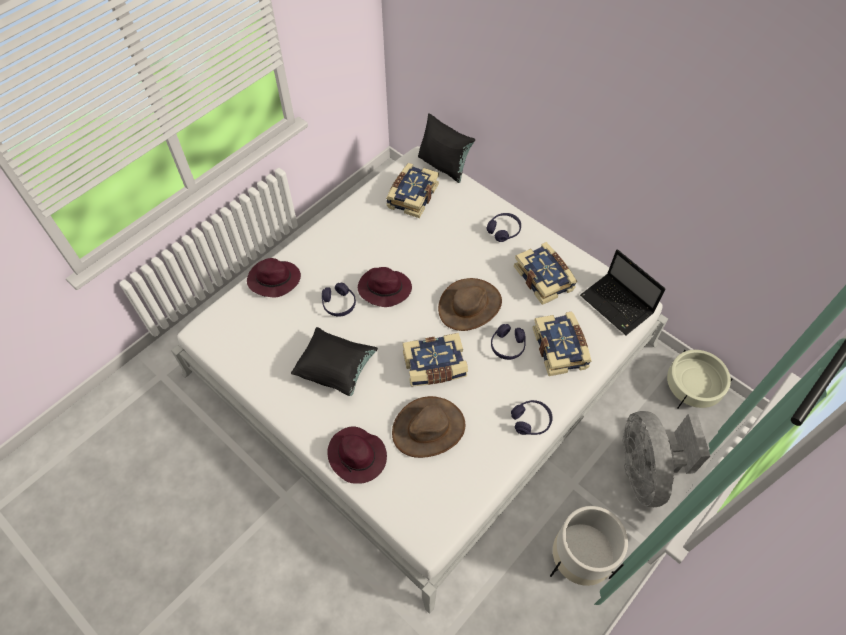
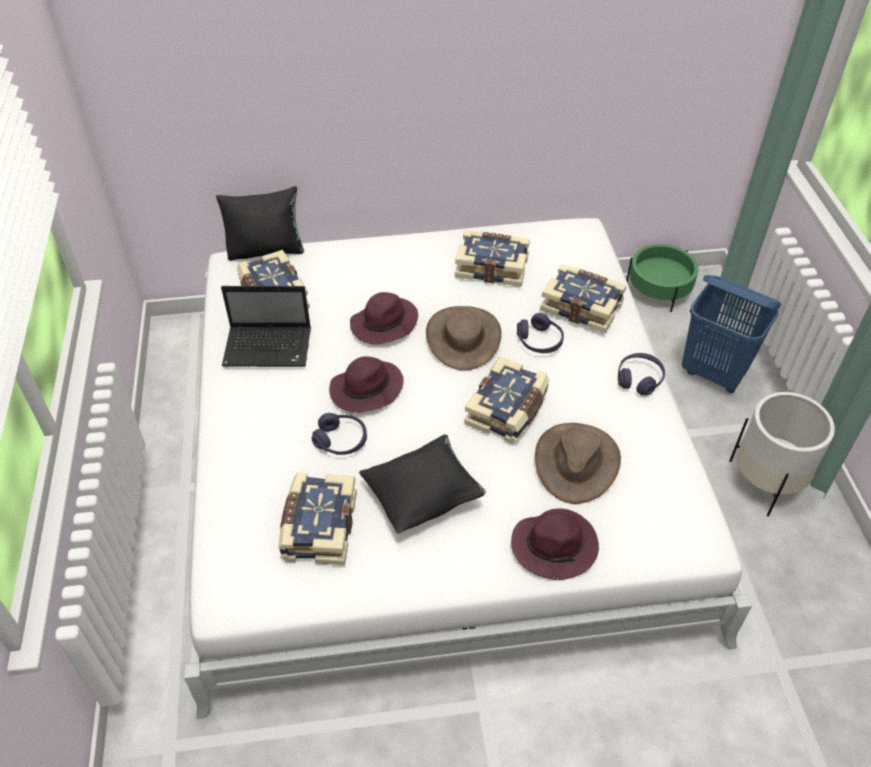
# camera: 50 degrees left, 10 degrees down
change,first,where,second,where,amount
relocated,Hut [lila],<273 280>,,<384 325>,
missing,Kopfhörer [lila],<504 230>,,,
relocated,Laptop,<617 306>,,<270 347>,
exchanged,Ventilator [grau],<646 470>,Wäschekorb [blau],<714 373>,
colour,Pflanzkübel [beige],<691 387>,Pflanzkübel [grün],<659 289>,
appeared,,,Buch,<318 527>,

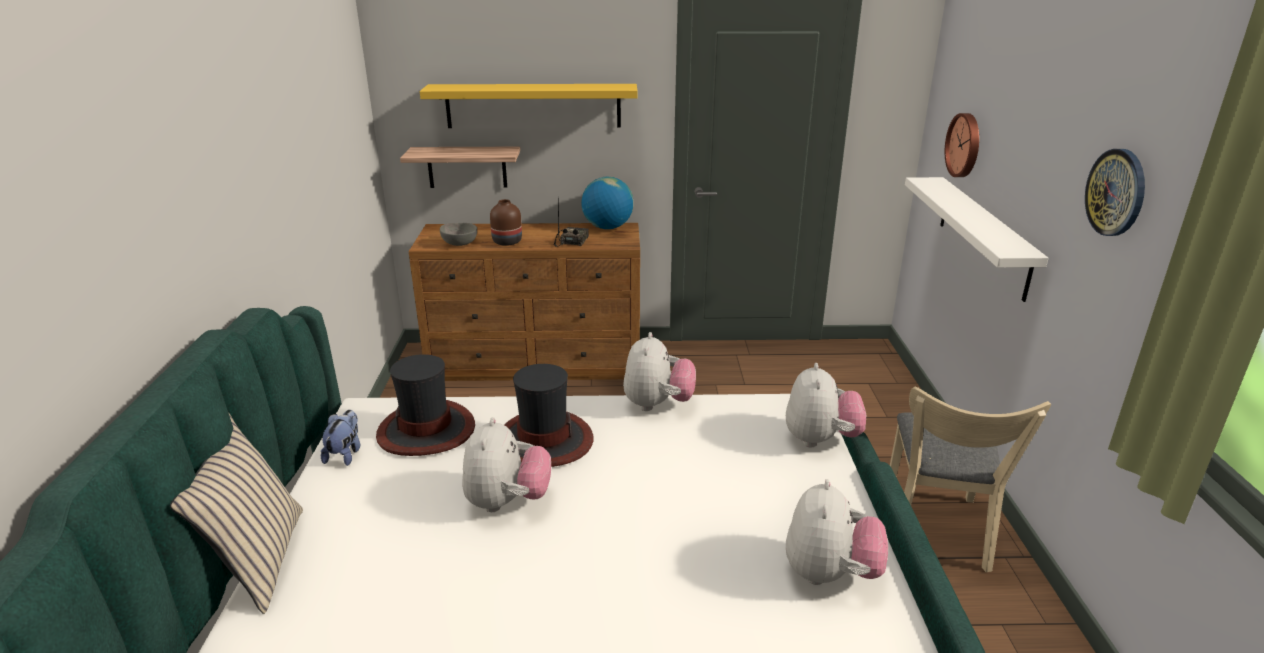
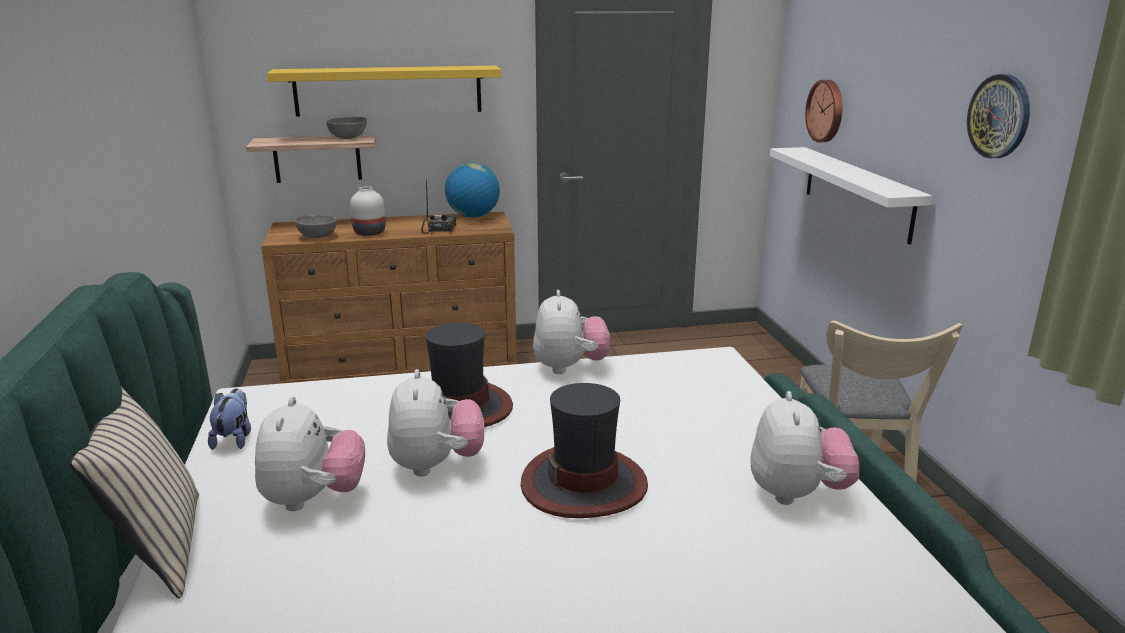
# camera: 10 degrees left, 5 degrees down
change,first,where,second,where,amount
relocated,Hut,<427 430>,,<584 484>,
colour,Vase [braun],<508 241>,Vase [weiß],<370 232>,
relocated,Plüschtier,<820 439>,,<313 499>,
appeared,,,Schüssel [grau],<349 138>,

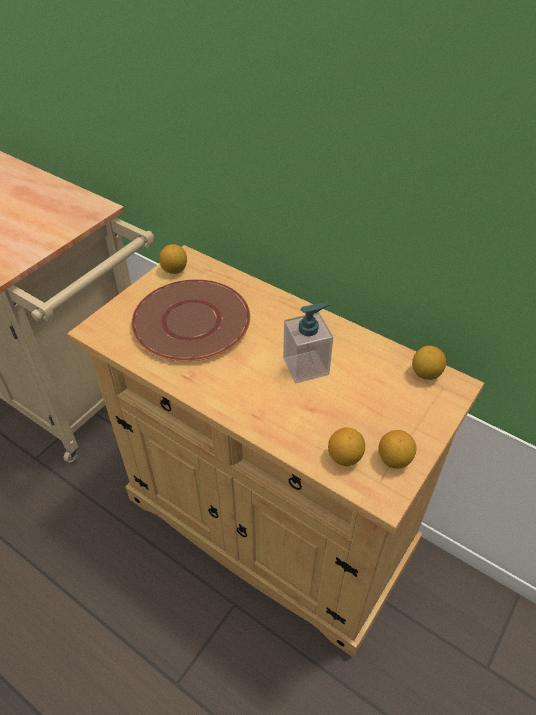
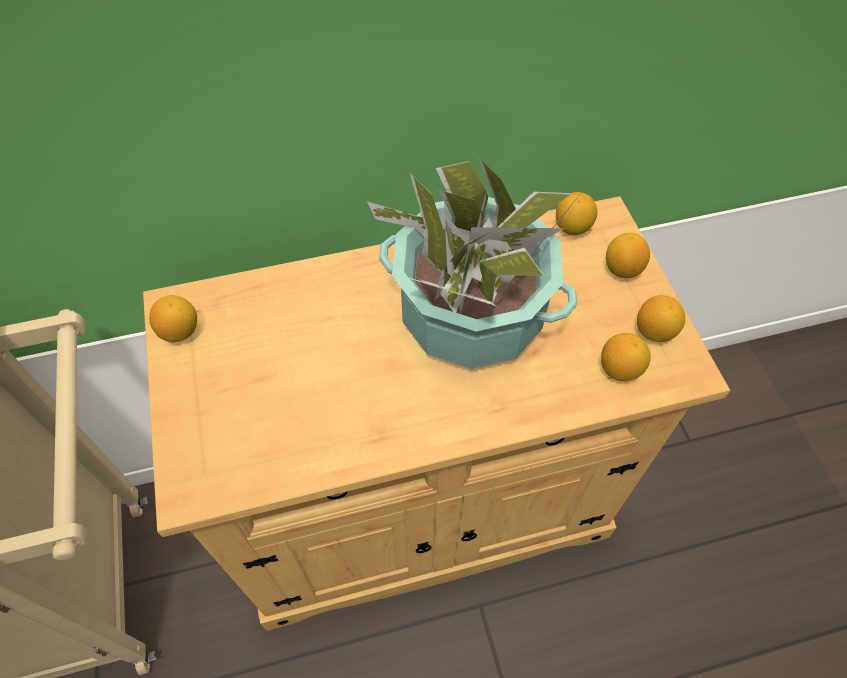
# camera: 50 degrees left, 10 degrees up
change,first,where,second,where,amount
missing,Teller [braun],<190 322>,,,
exchanged,Seifenspender,<306 366>,Topfpflanze,<471 314>,
appeared,,,Zitrone,<622 269>,

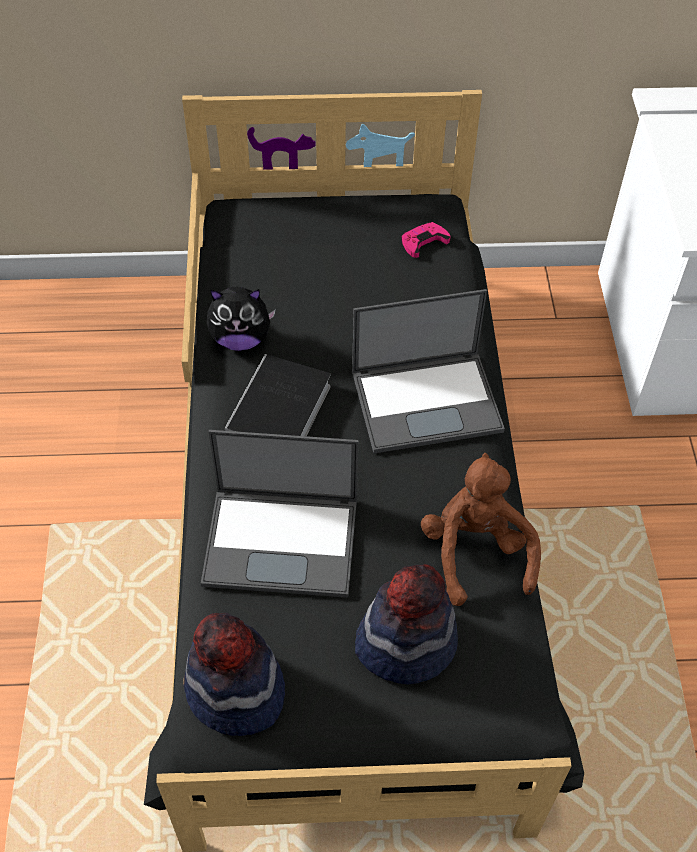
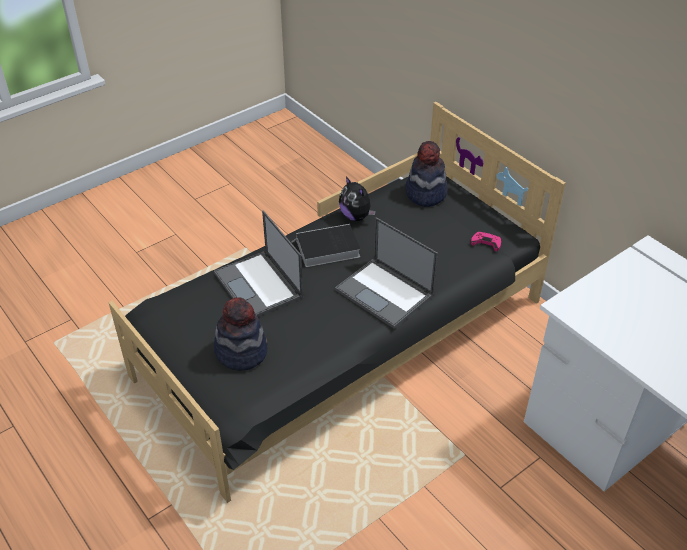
# camera: 55 degrees right, 10 degrees down
change,first,where,second,where,amount
relocated,Hut,<235 691>,,<425 193>,
missing,Plüschtier [braun],<476 552>,,,

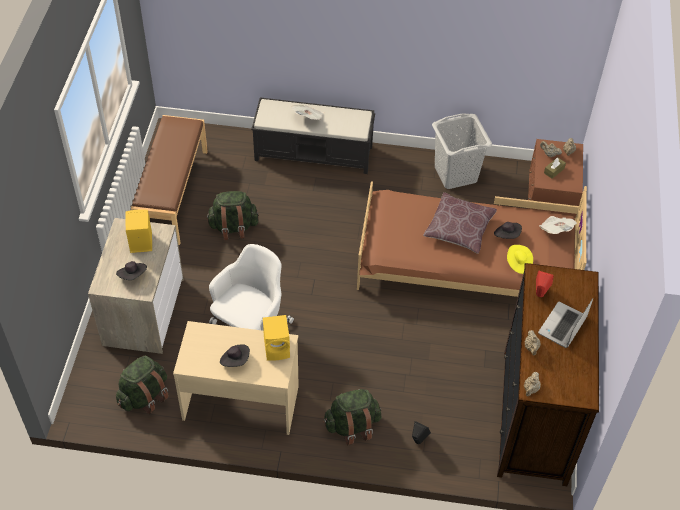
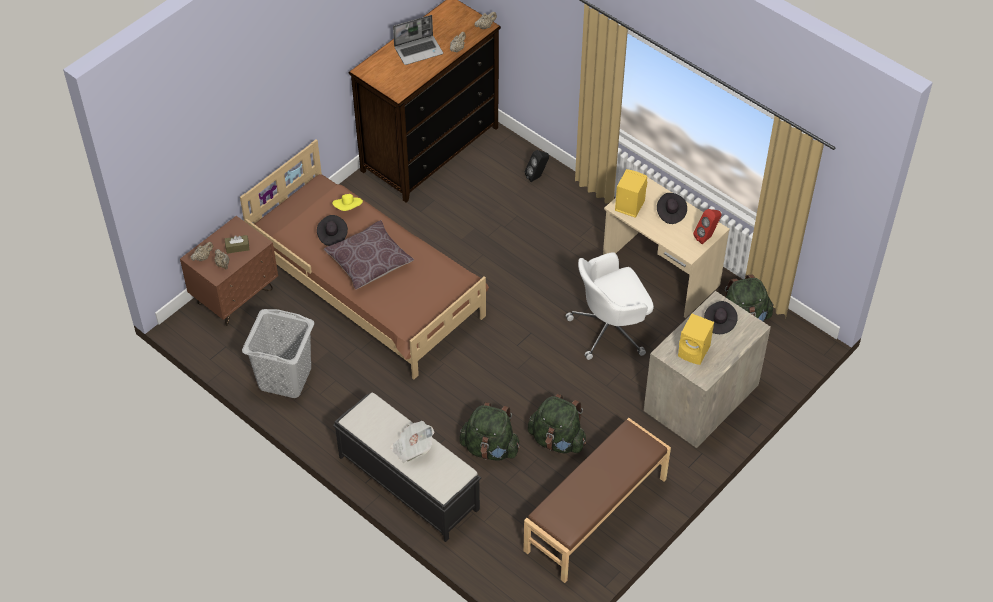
# camera: 145 degrees left, 0 degrees up
change,first,where,second,where,amount
relocated,Rucksack [grün],<352 426>,,<490 448>,
relocated,Lautsprecher [rot],<539 295>,,<706 237>,
missing,Zeitung,<556 230>,,,

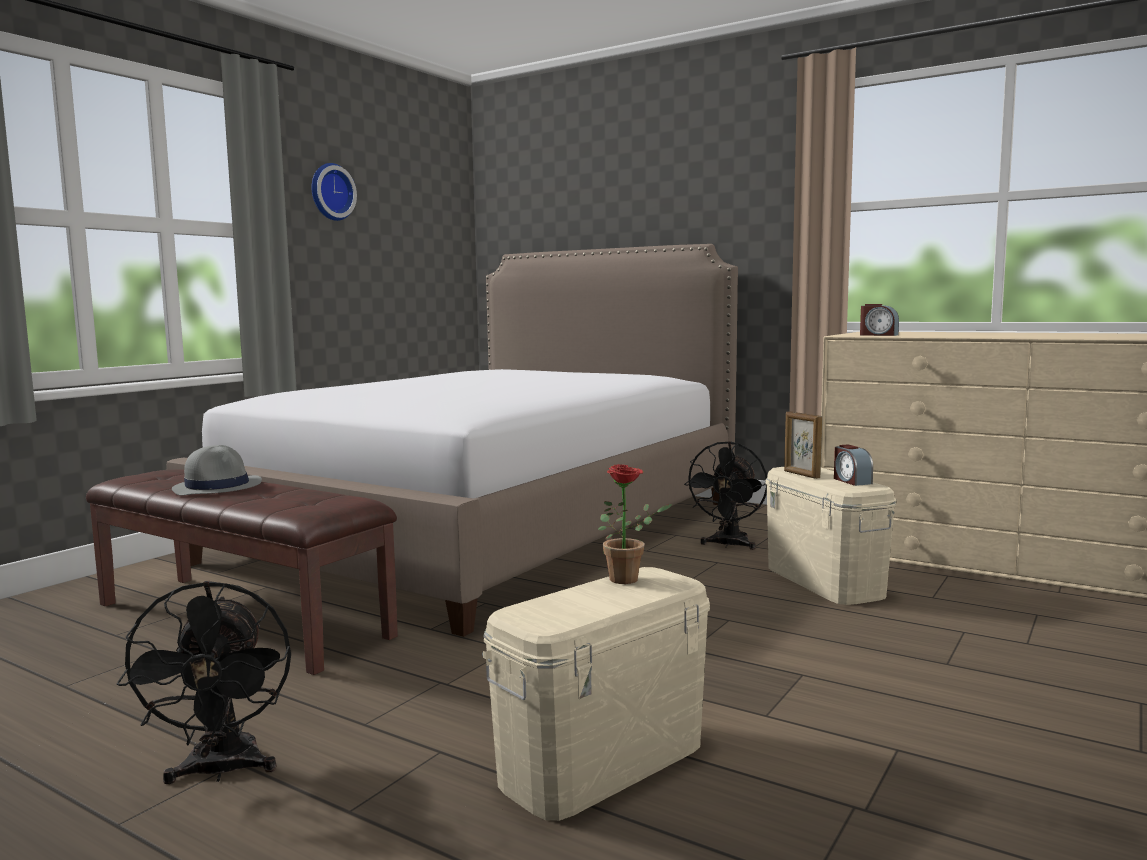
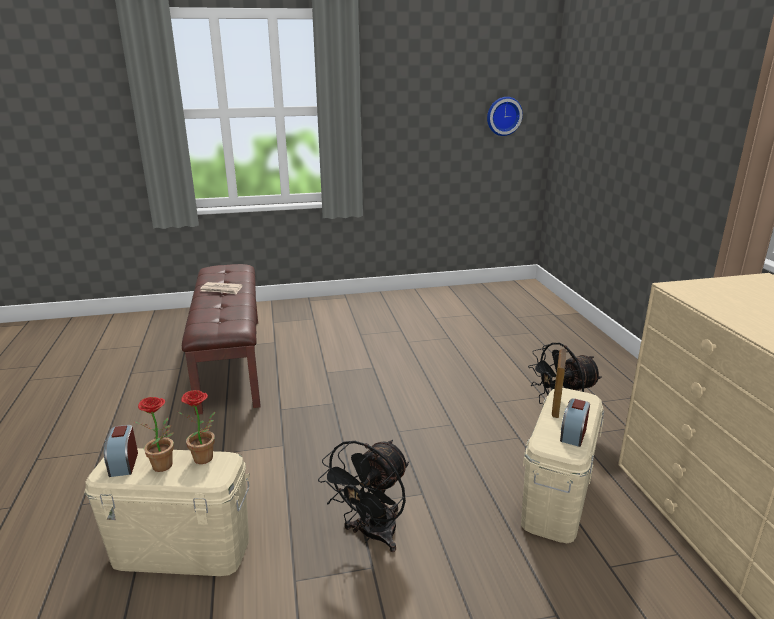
# camera: 45 degrees right, 15 degrees up
change,first,where,second,where,amount
relocated,Ventilator [schwarz],<222 771>,,<372 535>,
missing,Bett,<488 530>,,,
exchanged,Hut [grau],<218 487>,Zeitung,<221 290>,
relocated,Wanduhr,<330 192>,,<503 116>,
relocated,Wecker,<878 335>,,<123 463>,
appeared,,,Topfpflanze,<166 466>,

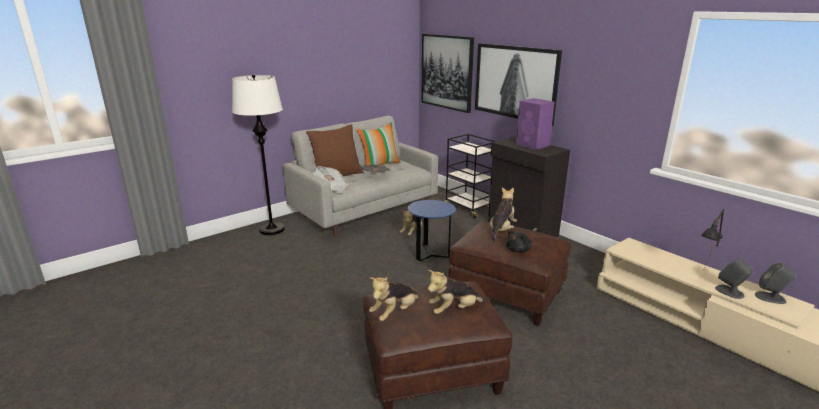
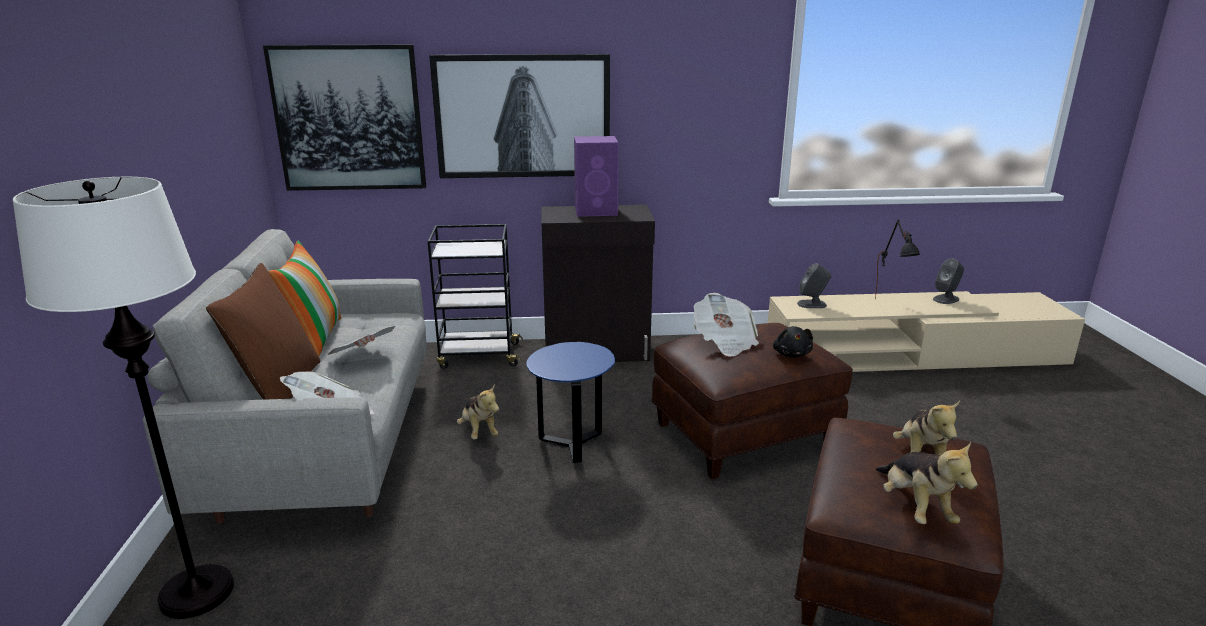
# camera: 55 degrees left, 0 degrees up
change,first,where,second,where,amount
exchanged,Plüschtier,<502 230>,Zeitung,<724 341>,
relocated,Lautsprecher [grau],<730 292>,,<812 304>,

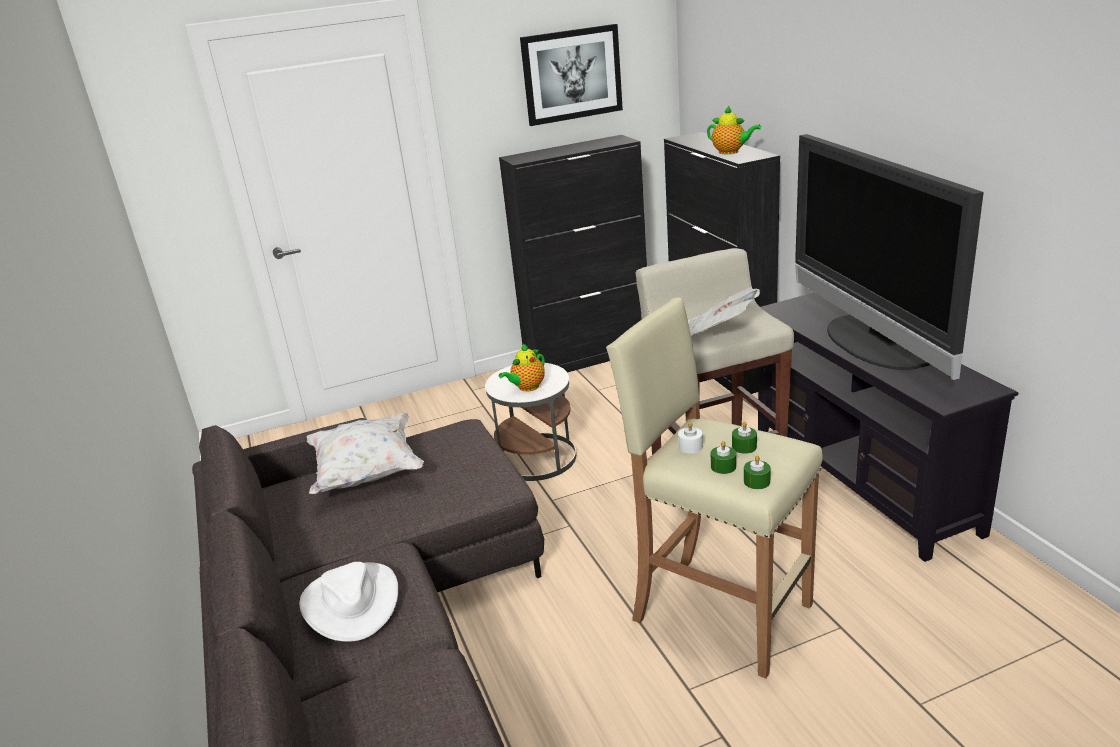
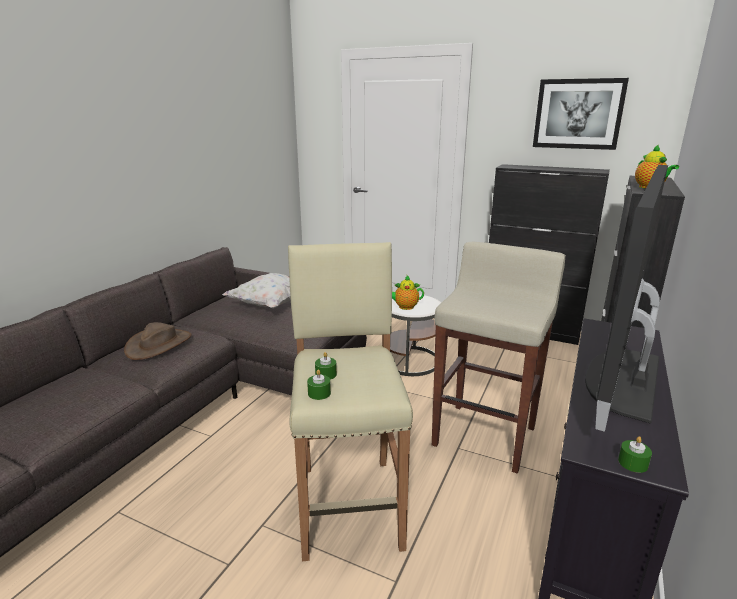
# camera: 45 degrees right, 5 degrees down
change,first,where,second,where,amount
colour,Hut [weiß],<351 602>,Hut [braun],<159 344>,
missing,Kerze [weiß],<690 447>,,,
missing,Zeitung,<718 331>,,,
relocated,Kerze [grün],<744 446>,,<633 463>,

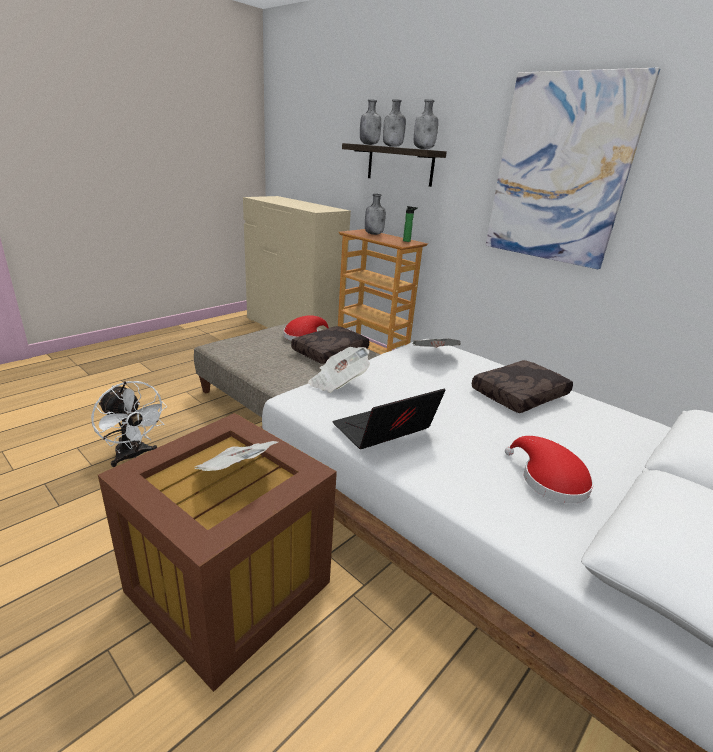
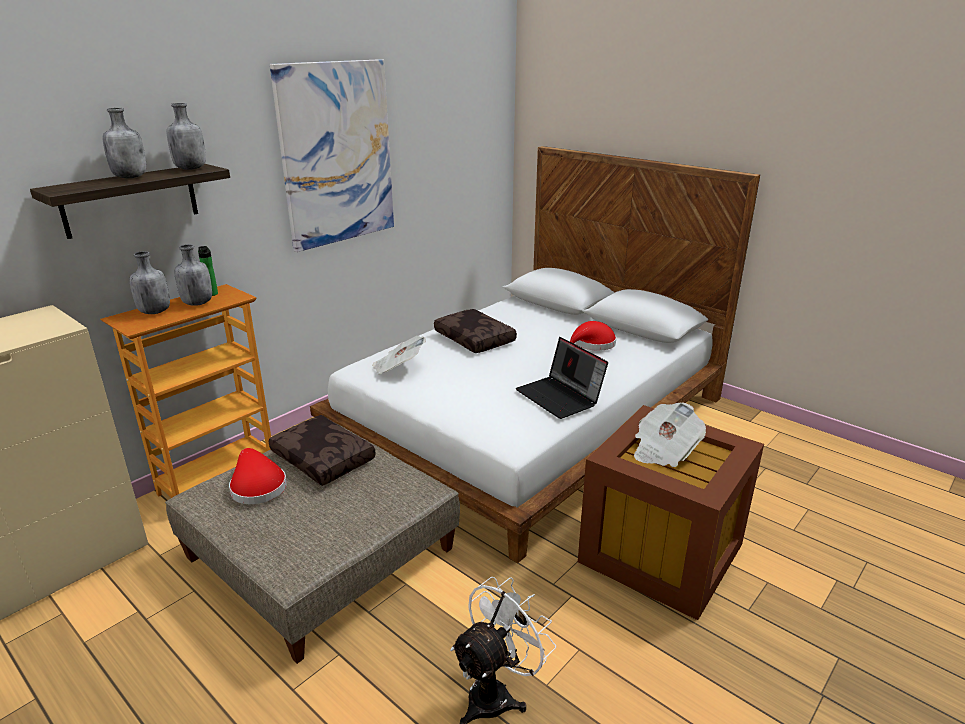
# camera: 90 degrees left, 0 degrees up
change,first,where,second,where,amount
missing,Zeitung,<338 383>,,,
relocated,Flasche [grau],<369 144>,,<197 303>,

